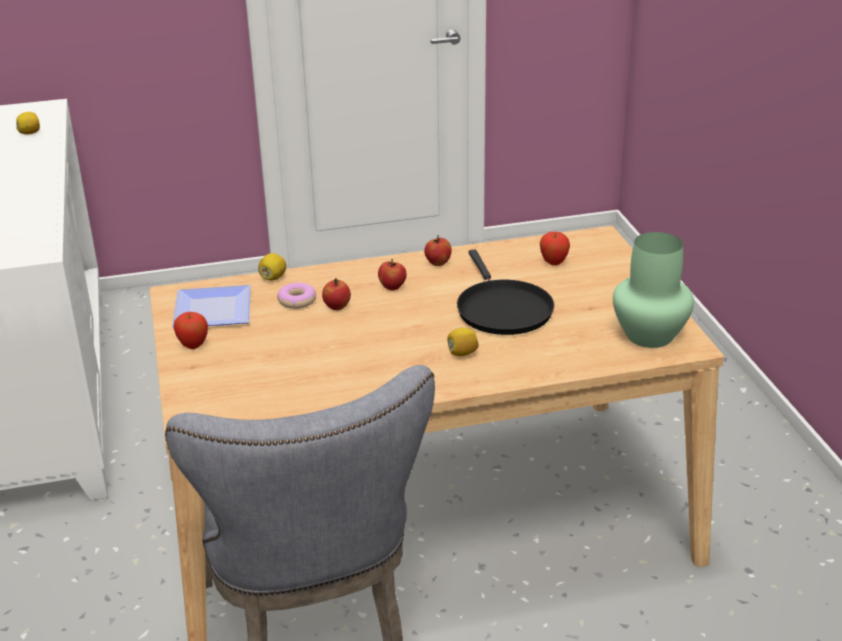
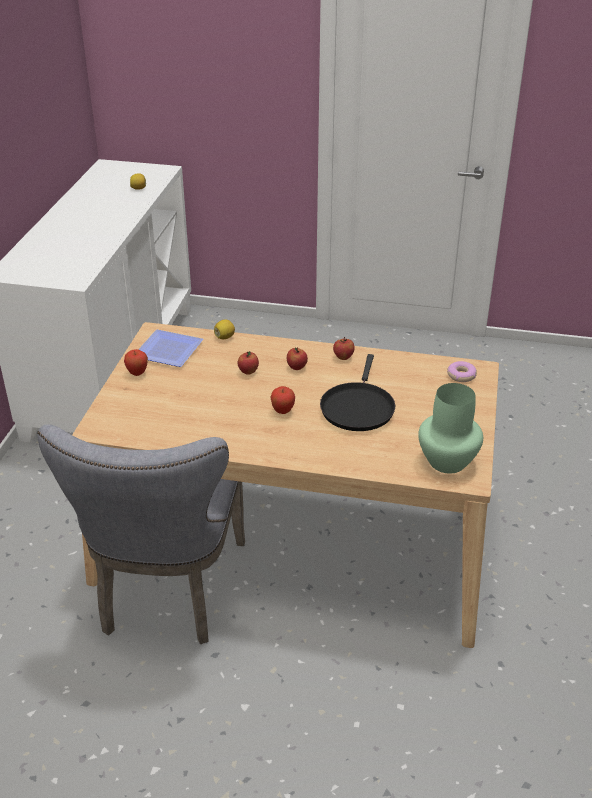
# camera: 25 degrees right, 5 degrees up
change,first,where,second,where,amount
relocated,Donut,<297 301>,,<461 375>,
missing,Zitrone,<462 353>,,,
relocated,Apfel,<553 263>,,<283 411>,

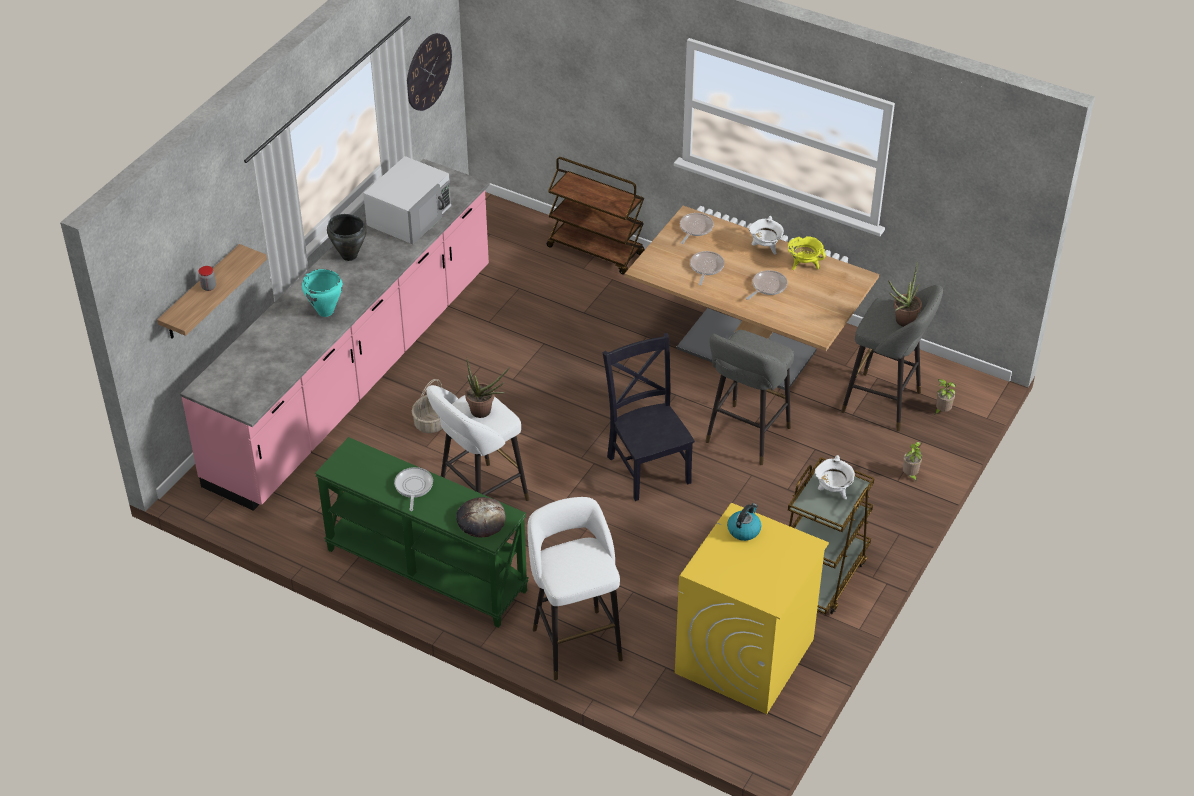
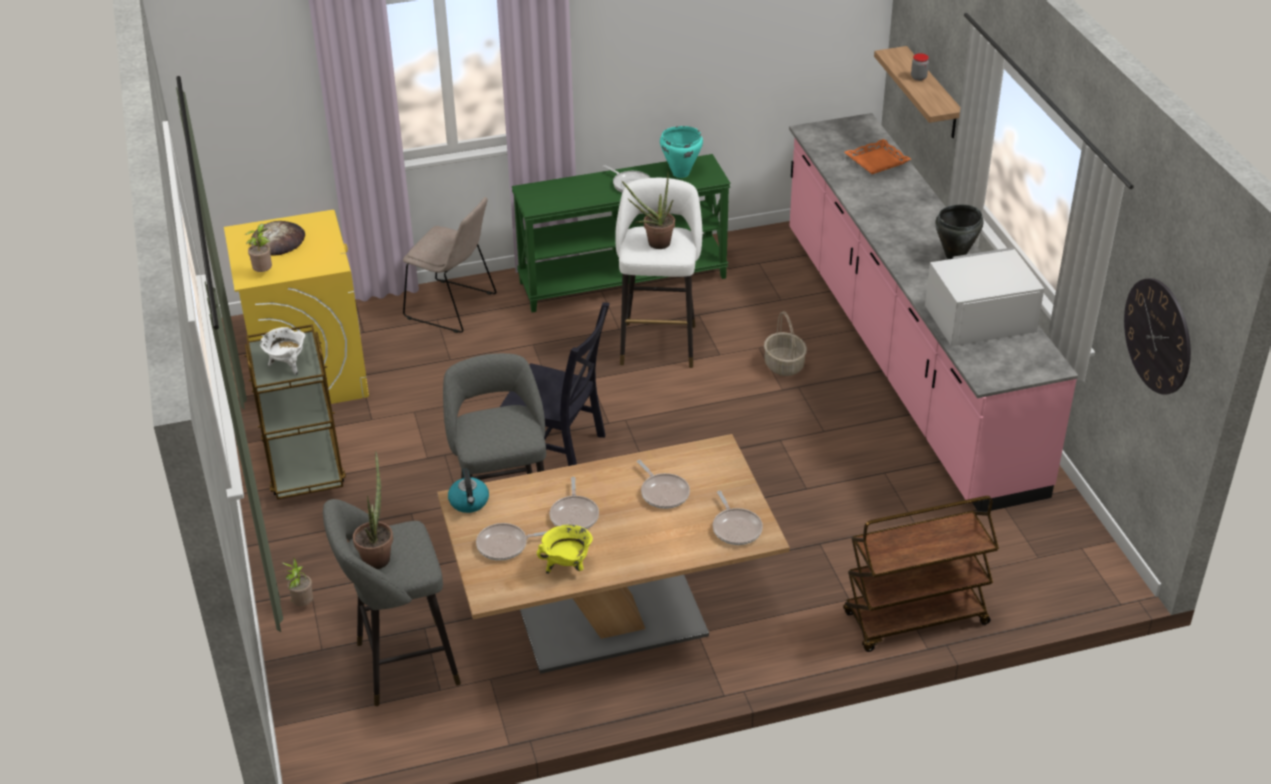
# camera: 135 degrees right, 5 degrees down
change,first,where,second,where,amount
relocated,Kochtopf [türkis],<325 312>,,<680 173>,
spun,Mikrowelle [weiß],<410 215>,,<978 318>,90 degrees clockwise
relocated,Brot,<481 519>,,<279 241>,
exchanged,Hocker [weiß],<574 640>,Stuhl [beige],<453 307>,
relocated,Wasserkessel,<744 530>,,<469 502>,
missing,Kochtopf [weiß],<765 248>,,,
relocated,Topfpflanze,<941 411>,,<264 272>,
appeared,,,Pfanne,<505 545>,
appeared,,,Tablett [orange],<876 161>,

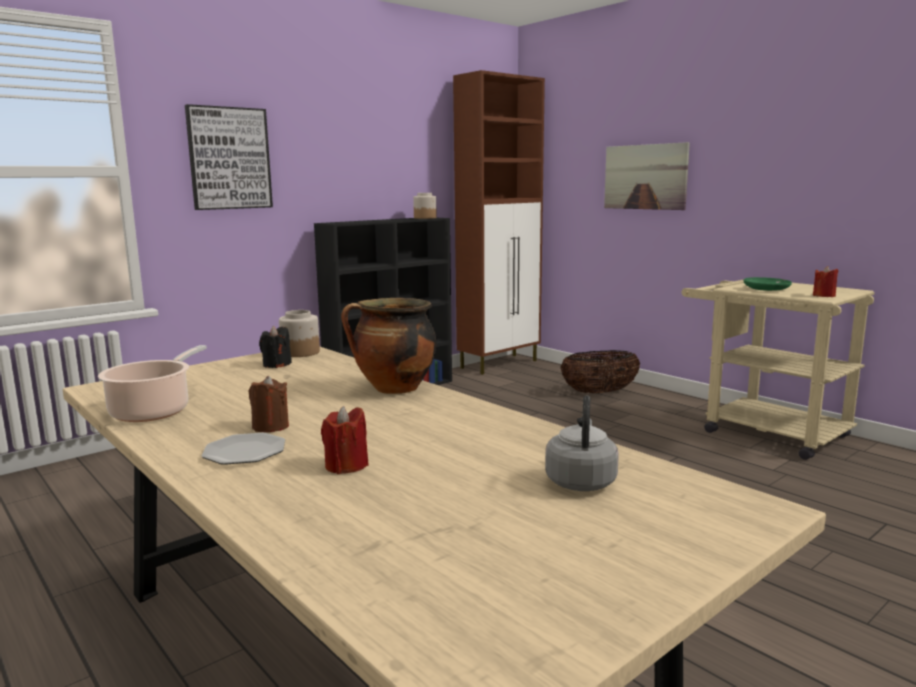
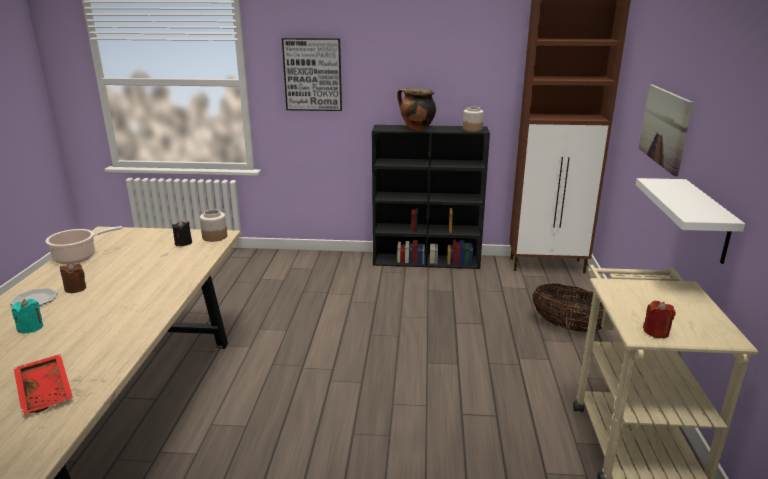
# camera: 45 degrees right, 10 degrees up
change,first,where,second,where,amount
colour,Kerze [rot],<346 466>,Kerze [türkis],<31 328>,
relocated,Kochtopf,<394 389>,,<416 128>,
exchanged,Wasserkessel [grau],<581 481>,Tablett [rot],<46 391>,
missing,Teller [grün],<766 289>,,,
appeared,,,Wandregal [weiß],<707 221>,

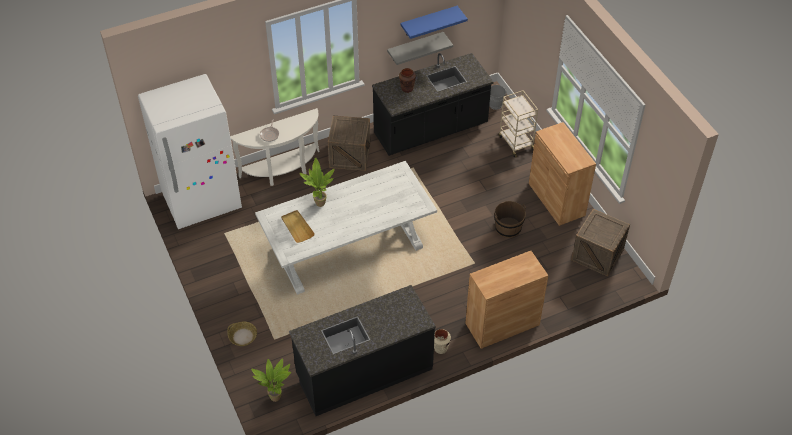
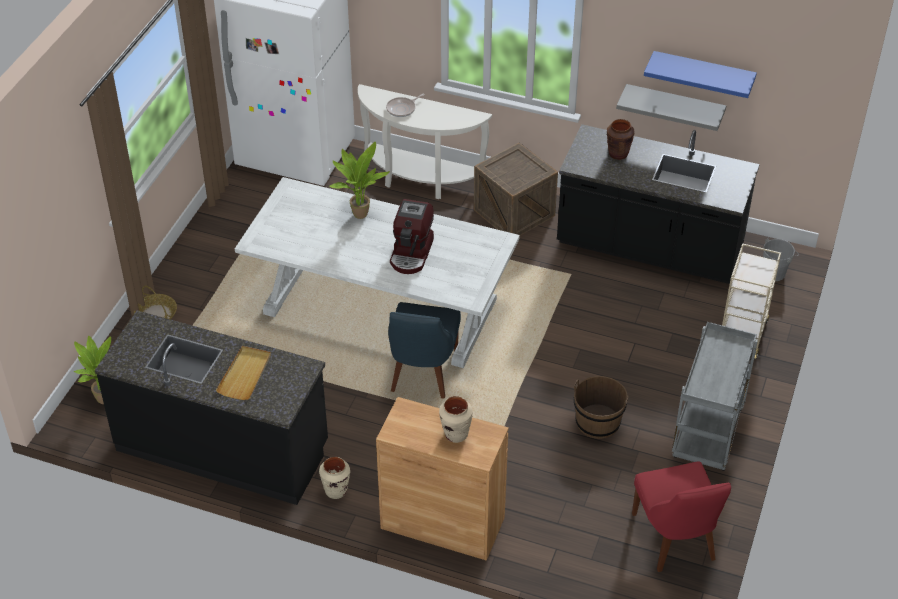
# camera: 45 degrees right, 5 degrees down
change,first,where,second,where,amount
relocated,Tablett [beige],<297 227>,,<245 374>,
exchanged,Schrank [braun],<556 199>,Rollwagen [grau],<708 435>,
exchanged,Kiste,<597 254>,Stuhl [rot],<675 540>,
appeared,,,Stuhl [blau],<422 373>,
appeared,,,Kaffeemaschine,<412 253>,
appeared,,,Vase [beige],<455 434>,

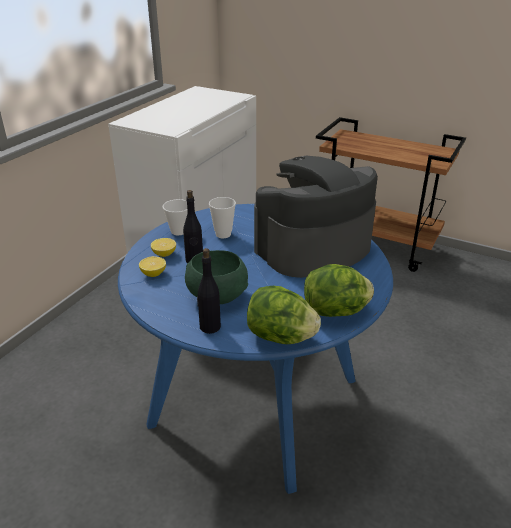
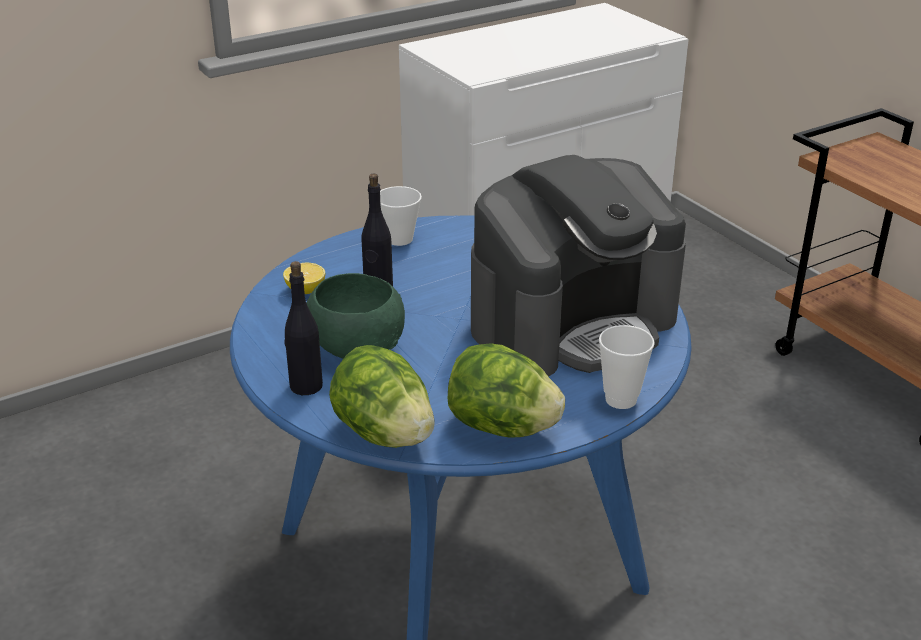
# camera: 30 degrees right, 0 degrees up
change,first,where,second,where,amount
missing,Zitrone,<164 254>,,,
relocated,Tasse,<223 234>,,<621 399>,
spun,Kaffeemaschine,<313 248>,,<573 323>,150 degrees clockwise

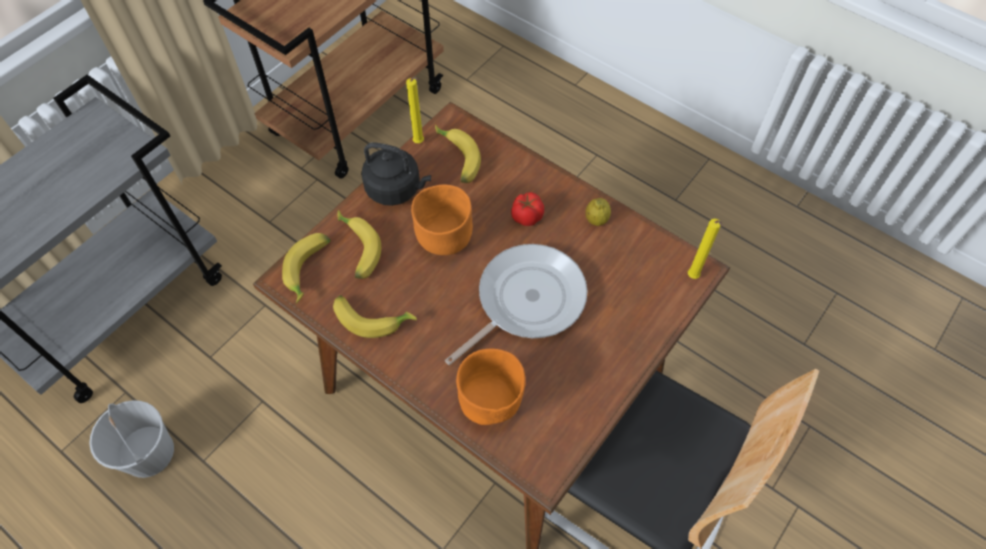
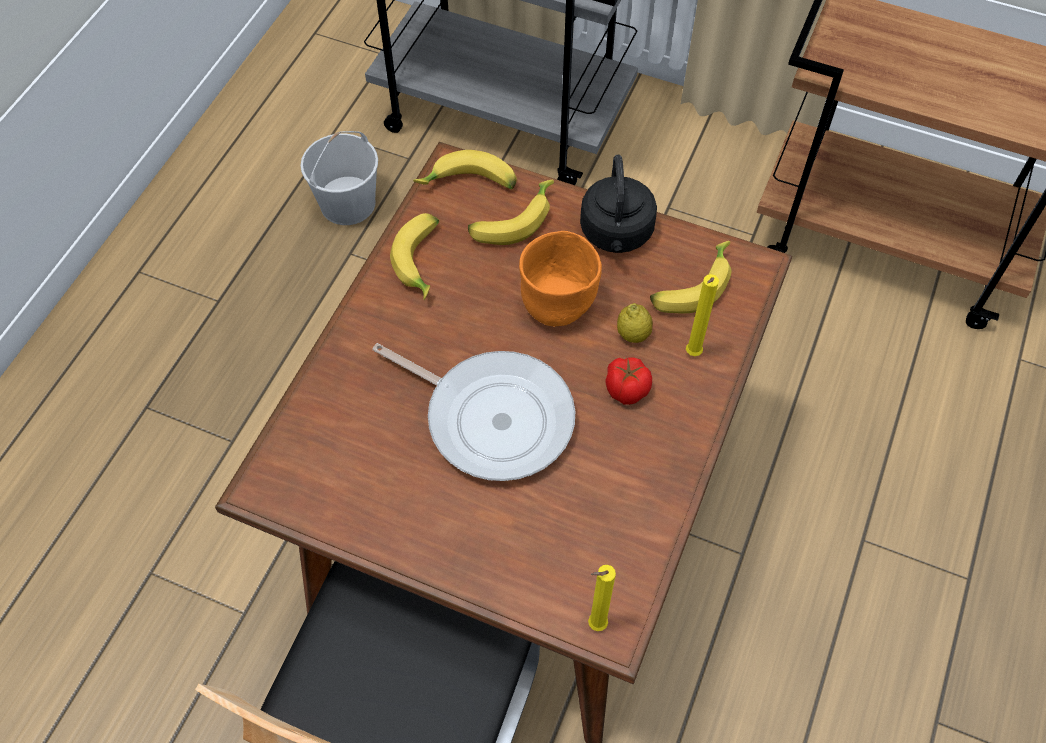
# camera: 75 degrees right, 0 degrees up
change,first,where,second,where,amount
relocated,Kerze [gelb],<420 143>,,<692 355>,
missing,Schüssel [orange],<492 402>,,,
relocated,Zitrone,<596 220>,,<633 334>,

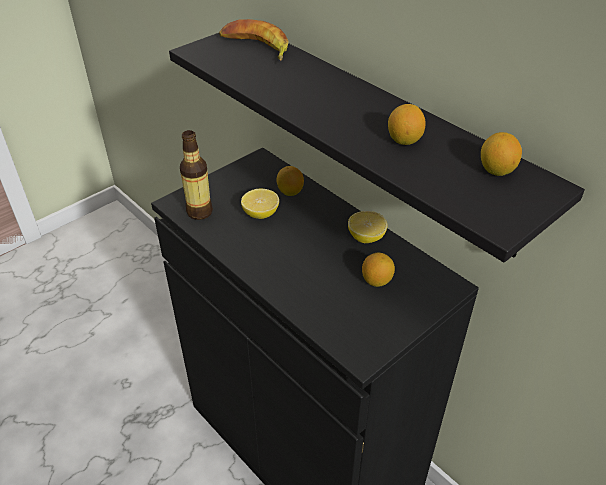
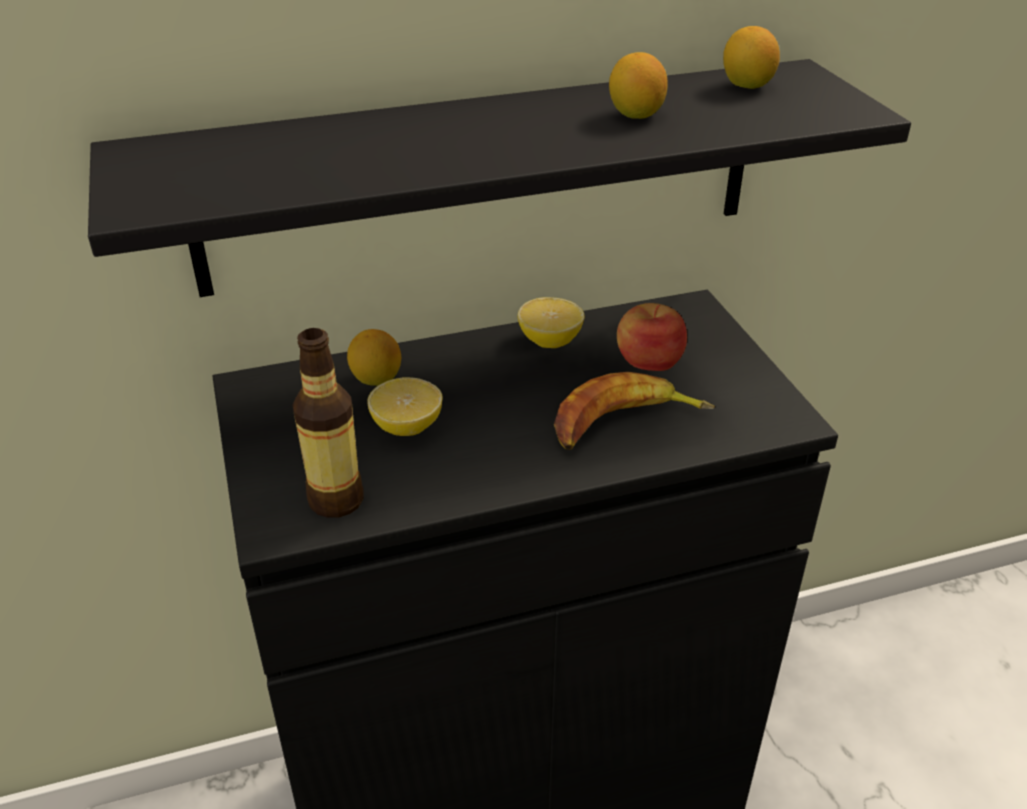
# camera: 65 degrees left, 5 degrees down
change,first,where,second,where,amount
relocated,Banane,<255 47>,,<624 424>,
exchanged,Zitrone,<376 281>,Apfel,<649 361>,

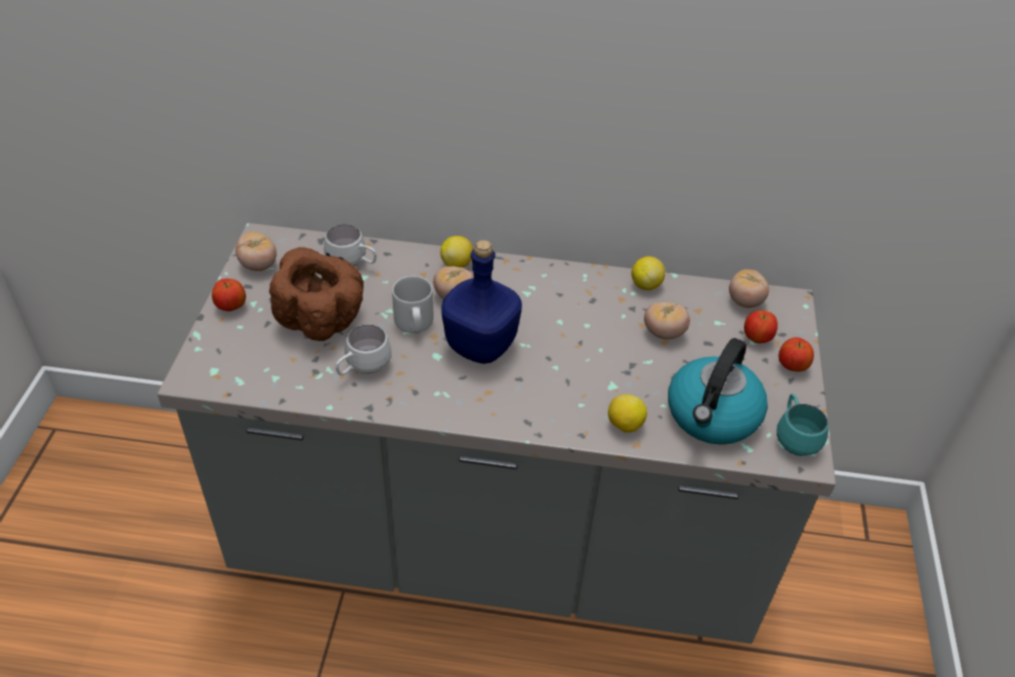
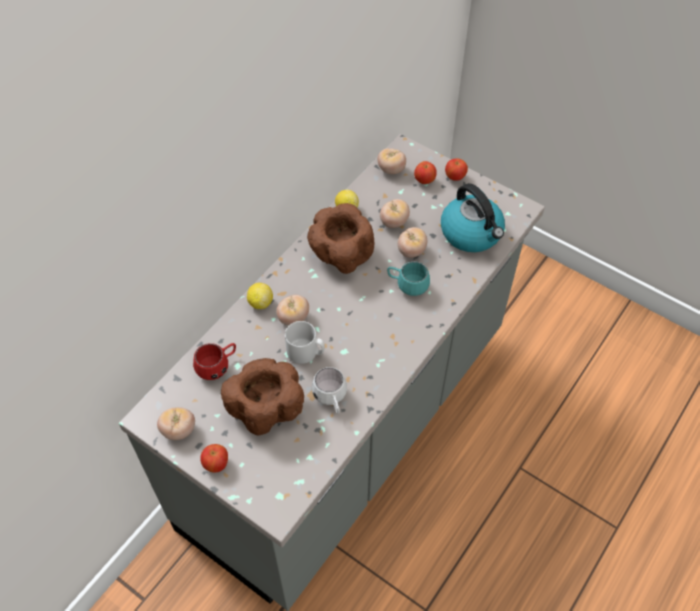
# camera: 60 degrees left, 10 degrees up
change,first,where,second,where,amount
colour,Henkelbecher [weiß],<353 263>,Henkelbecher [rot],<218 366>,
missing,Flasche [blau],<482 346>,,,
missing,Zitrone,<624 425>,,,
relocated,Henkelbecher [türkis],<794 437>,,<407 286>,
appeared,,,Schüssel [braun],<340 254>,
appeared,,,Tomate,<411 251>,

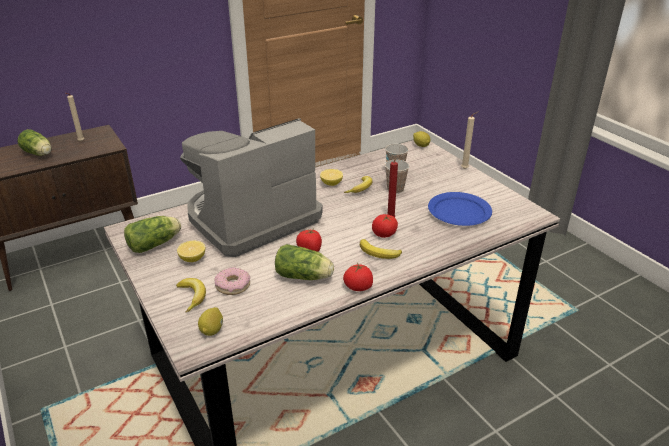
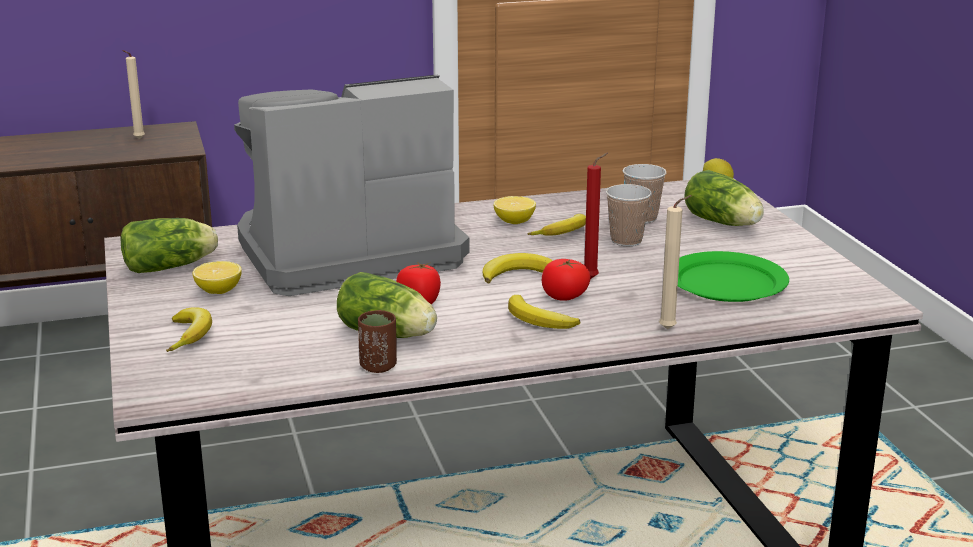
# camera: 15 degrees right, 10 degrees down
change,first,where,second,where,amount
relocated,Salatkopf,<39 154>,,<724 223>,
missing,Zitrone,<212 330>,,,
missing,Donut,<232 286>,,,
missing,Tomate,<358 287>,,,
colour,Teller [blau],<459 212>,Teller [grün],<726 283>,
relocated,Kerze [beige],<465 169>,,<670 329>,
appeared,,,Tasse [braun],<378 366>,
appeared,,,Banane,<516 273>,

